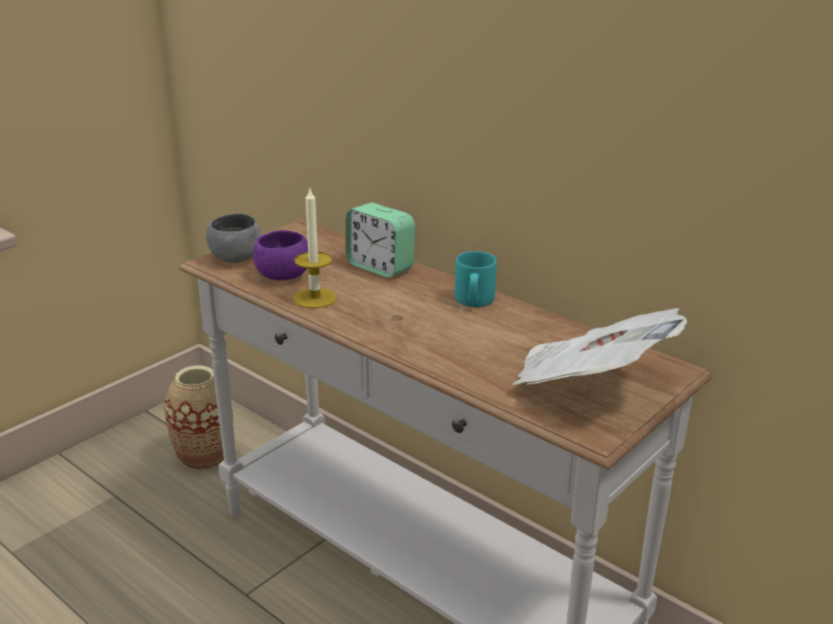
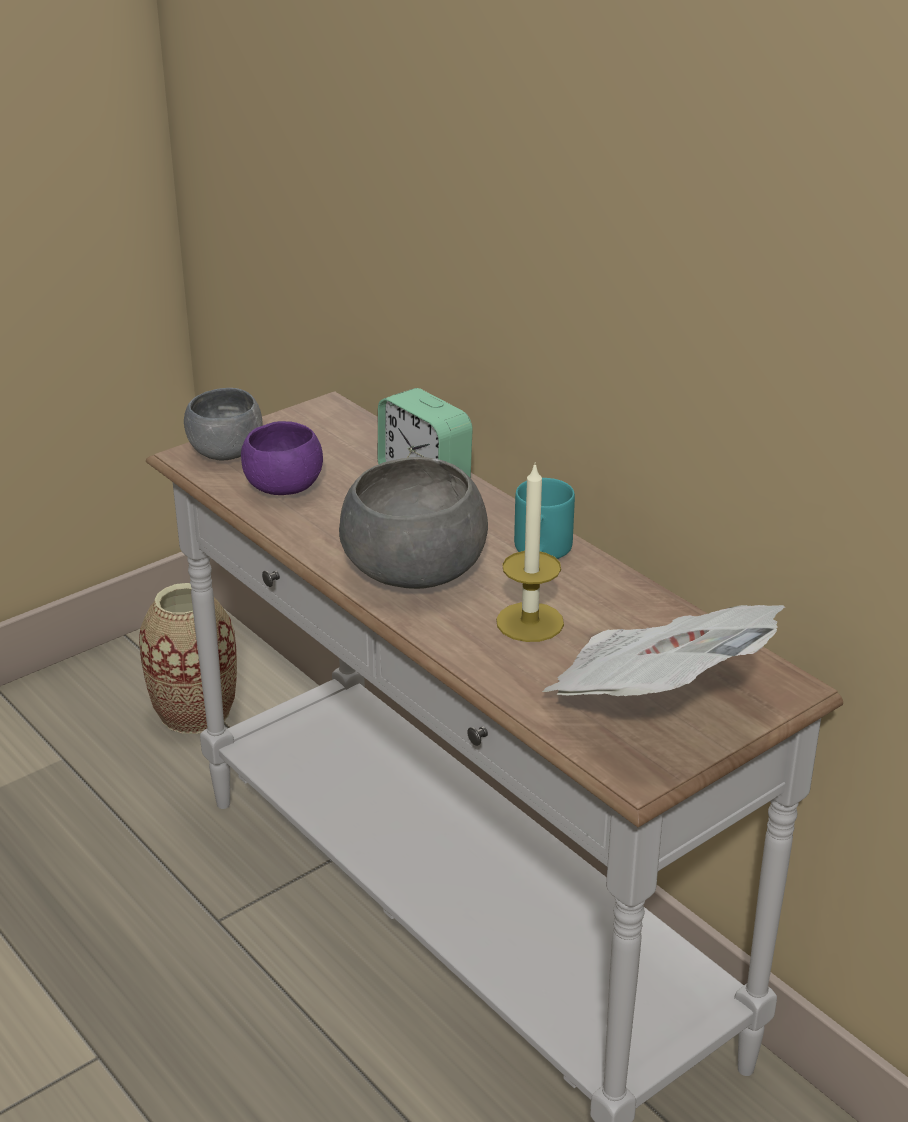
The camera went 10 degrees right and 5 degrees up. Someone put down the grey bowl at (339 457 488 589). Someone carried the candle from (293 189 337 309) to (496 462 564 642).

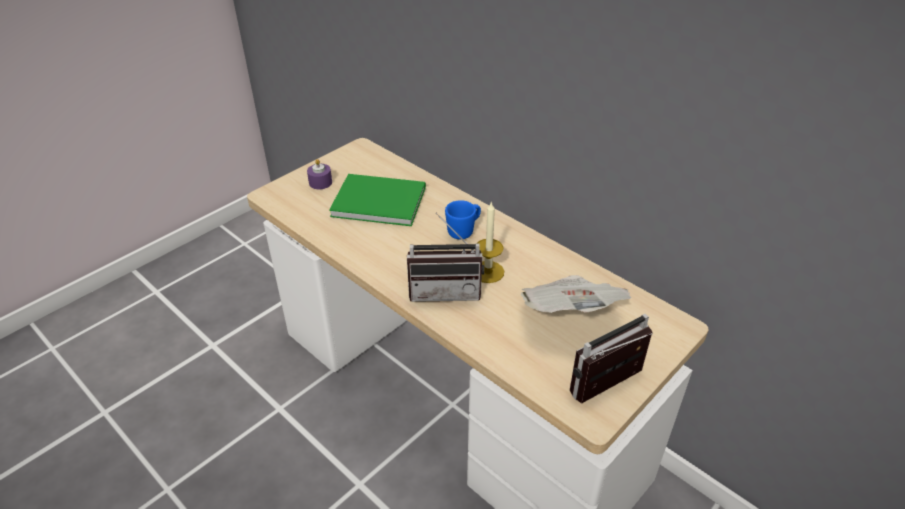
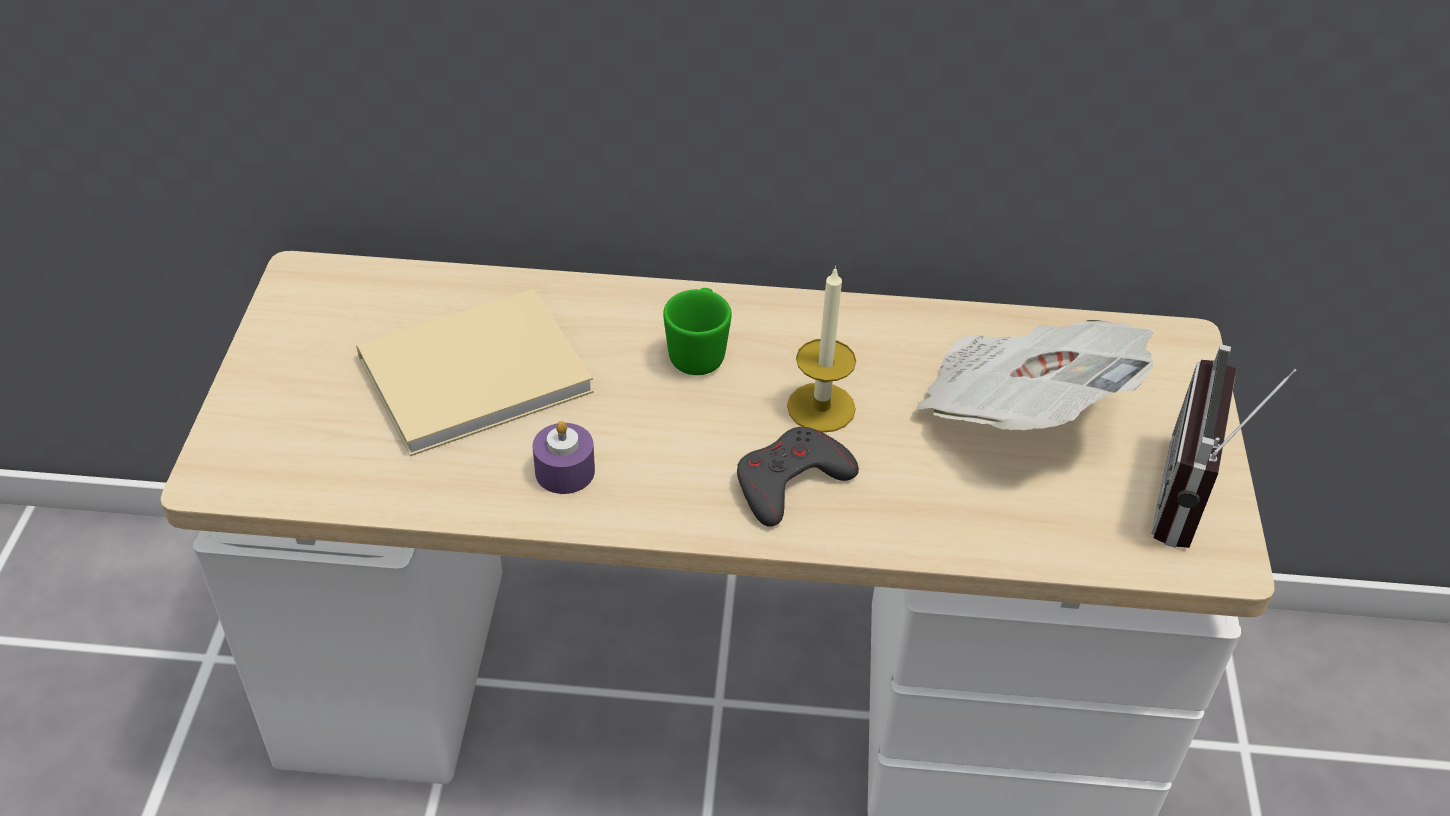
The camera went 40 degrees left and 5 degrees up. Someone carried the purple candle from (307 159 332 189) to (532 421 595 494). Someone swapped the radio at (407 213 484 302) for the grey game controller at (737 427 859 527). Someone repainted the green book at (329 174 426 226), which became the beige book at (356 289 594 456). Someone repainted the blue mug at (445 200 481 240), which became the green mug at (663 288 731 375).

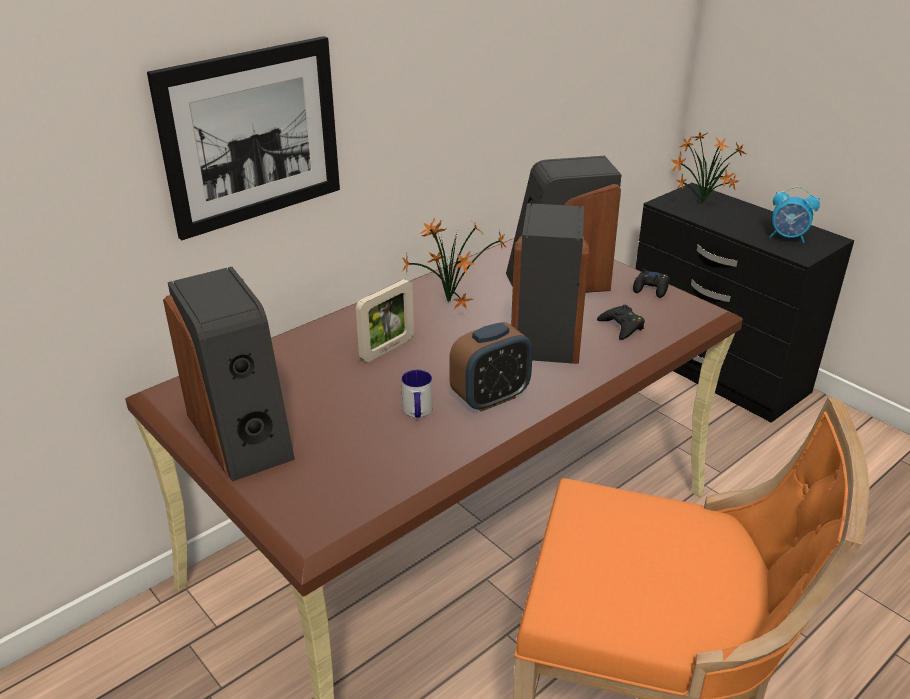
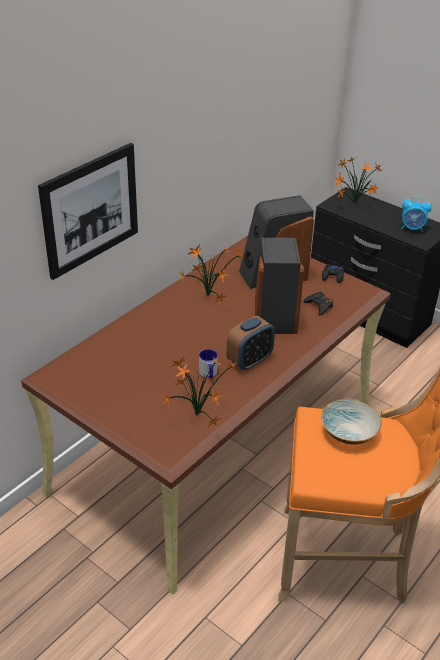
The camera went 10 degrees left and 5 degrees up. Someone took away the speaker at (163 267 295 482). Someone took away the picture frame at (356 279 414 362). Someone put down the potted plant at (162 356 238 428). Someone put down the bowl at (321 399 382 444).

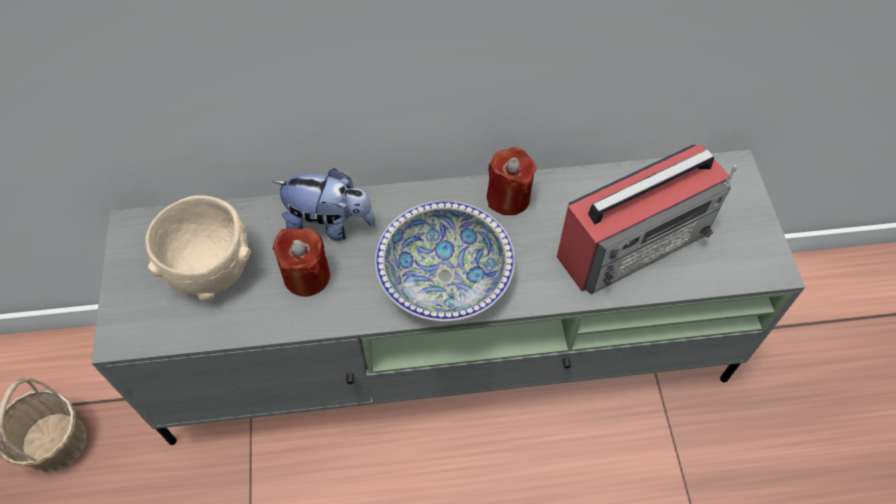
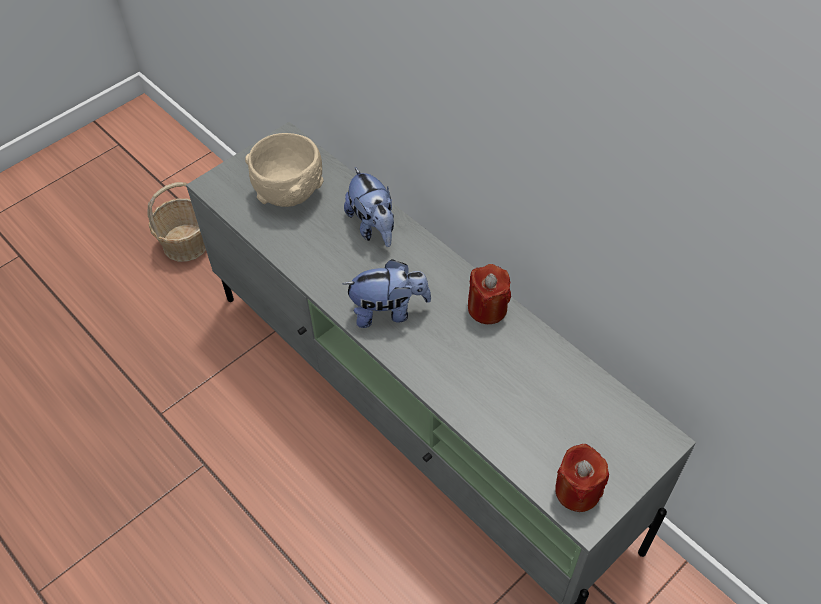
The camera went 55 degrees right and 5 degrees down. Someone took away the radio at (557 144 737 294). Someone carried the red candle from (273 228 330 297) to (555 443 609 512). Someone swapped the bowl at (375 201 515 321) for the plush toy at (343 259 431 328).

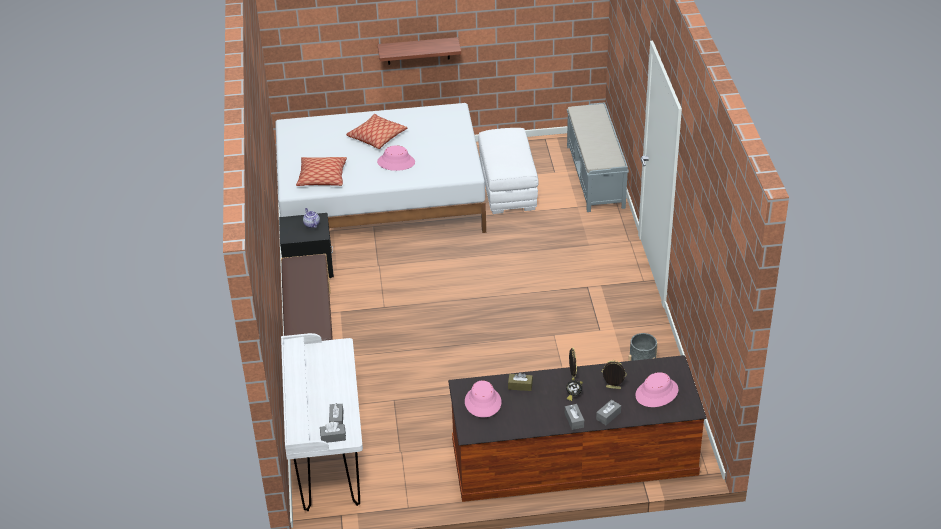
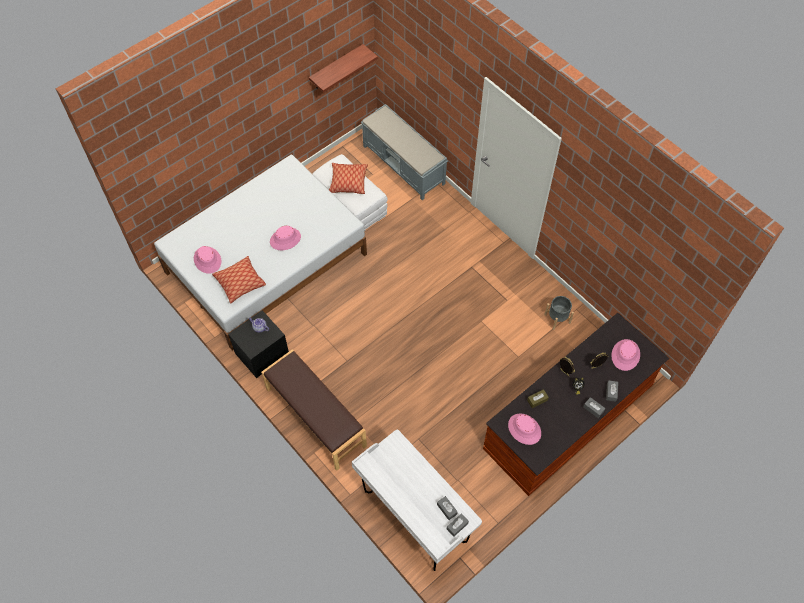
The camera went 35 degrees left and 20 degrees up. Someone put down the pink hat at (194 246 221 274). Someone carried the pillow from (346 114 408 149) to (329 163 368 194). Someone carried the shelf from (378 37 461 65) to (309 44 378 93).

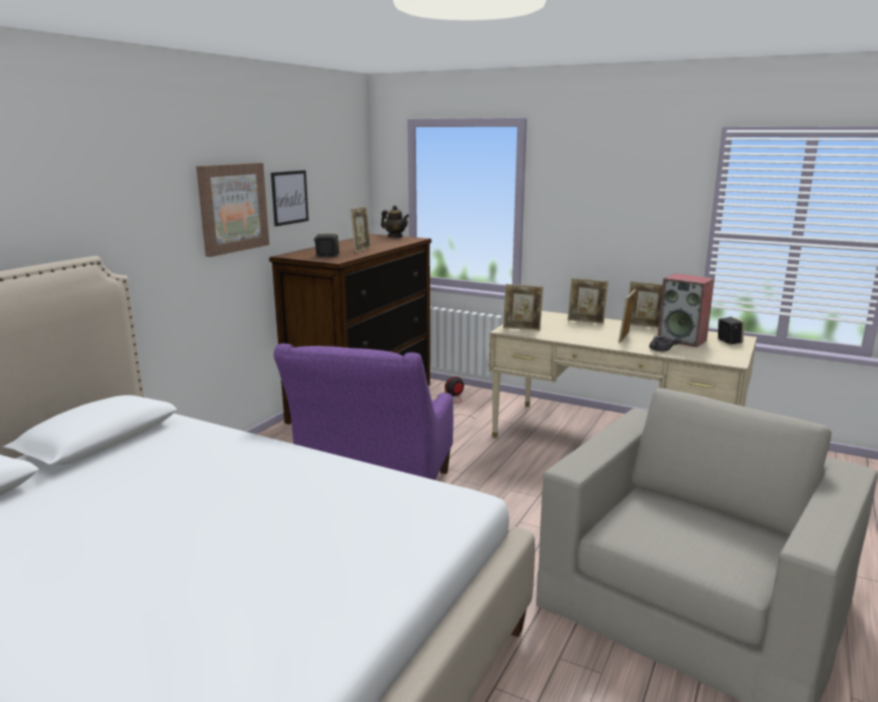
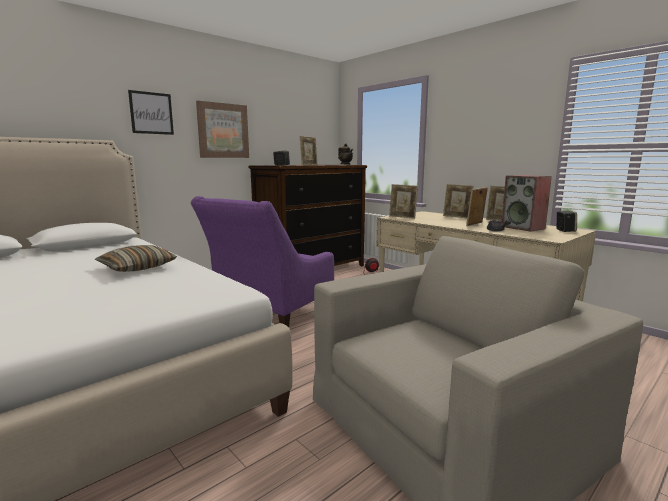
The camera went 20 degrees right and 5 degrees down. Someone put down the pillow at (95 245 177 272). Someone carried the picture from (271 170 309 226) to (128 90 174 135).

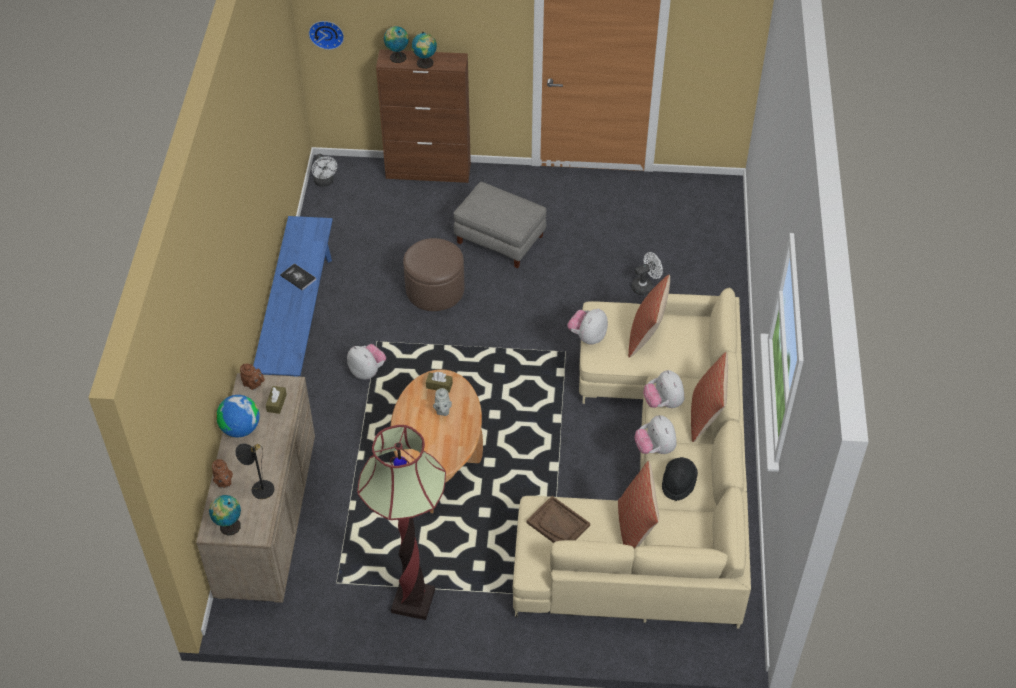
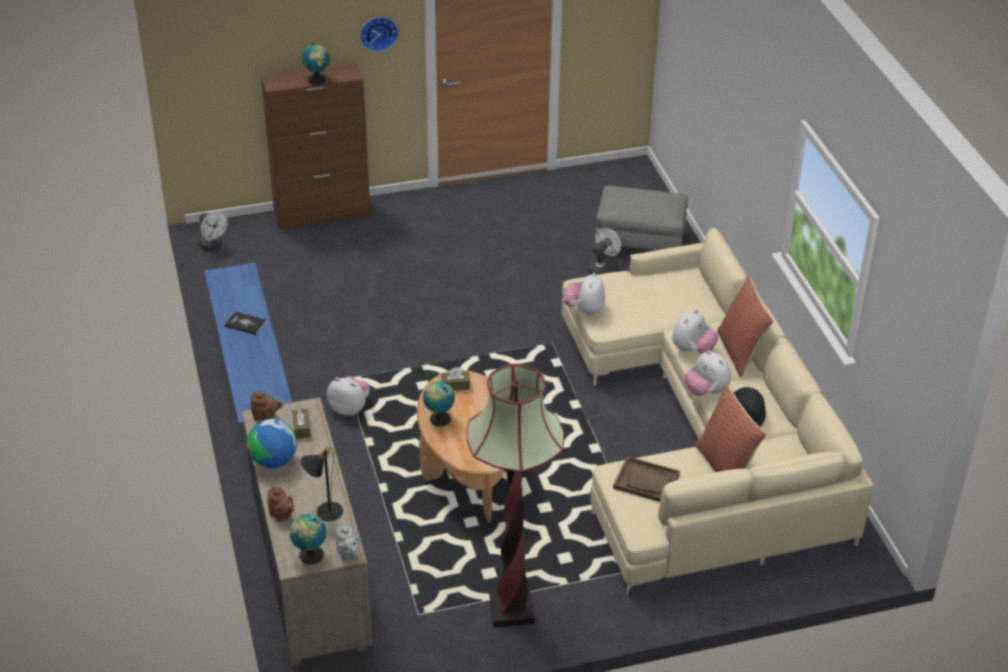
The camera went 20 degrees left and 10 degrees down. Someone took away the brown ottoman at (403 238 464 311). Someone took away the pillow at (628 275 670 358). Someone carried the wall clock from (309 21 344 50) to (360 17 398 52). Someone carried the globe from (384 26 409 63) to (423 381 455 427). Someone carried the grey teapot from (433 388 452 416) to (335 523 360 560). Someone carried the grey ottoman from (454 182 547 268) to (595 185 688 250). Someone rotated the plush toy at (643 370 684 408) by 105 degrees counterclockwise.

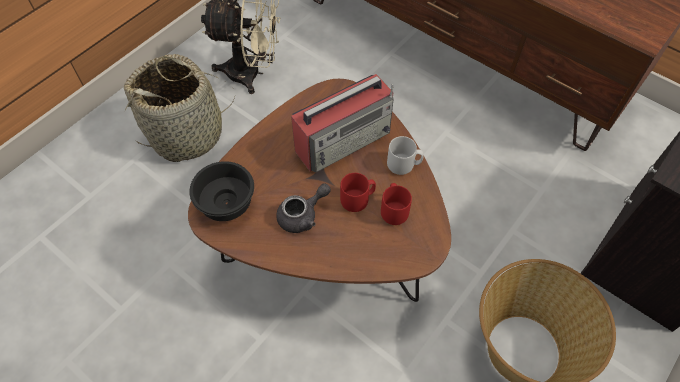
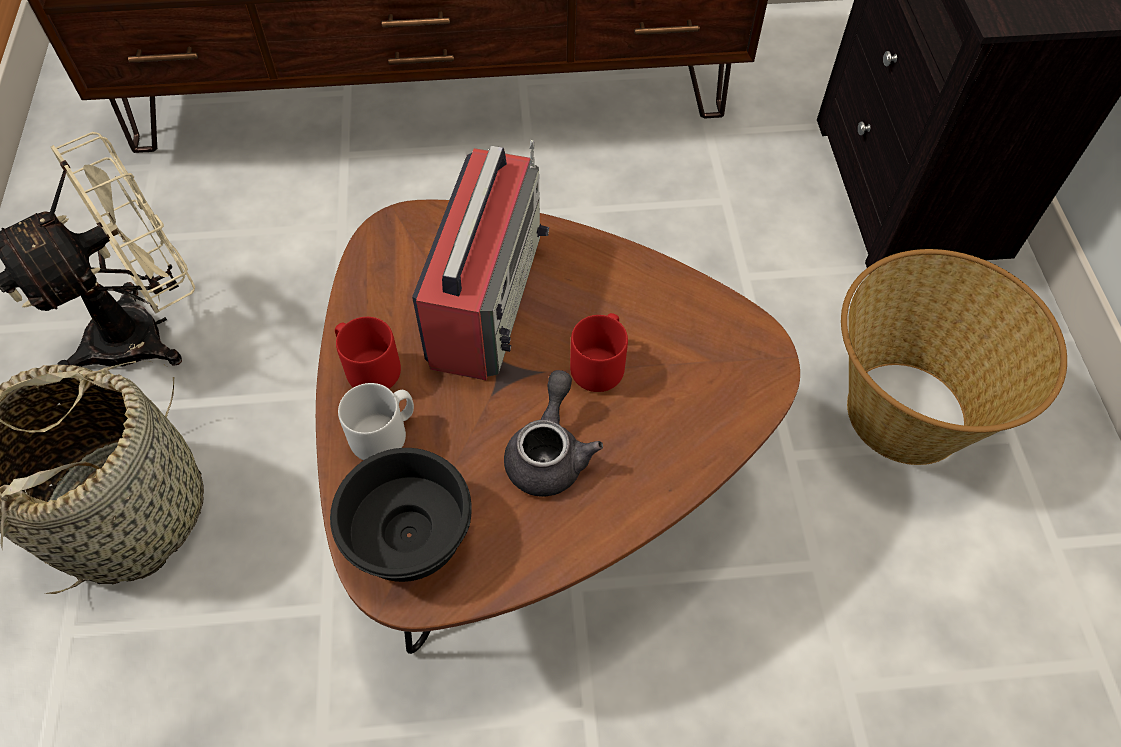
The camera went 45 degrees left and 0 degrees up. Someone carried the red mug from (381 183 412 225) to (335 317 401 389). Someone carried the grey mug from (387 136 424 175) to (338 383 414 460).

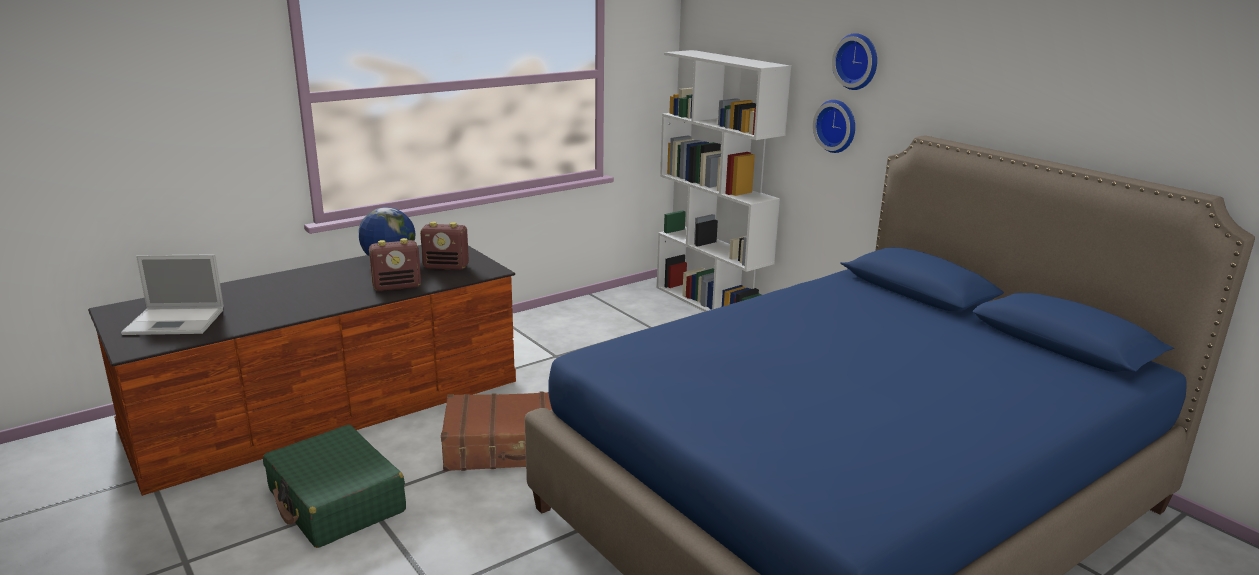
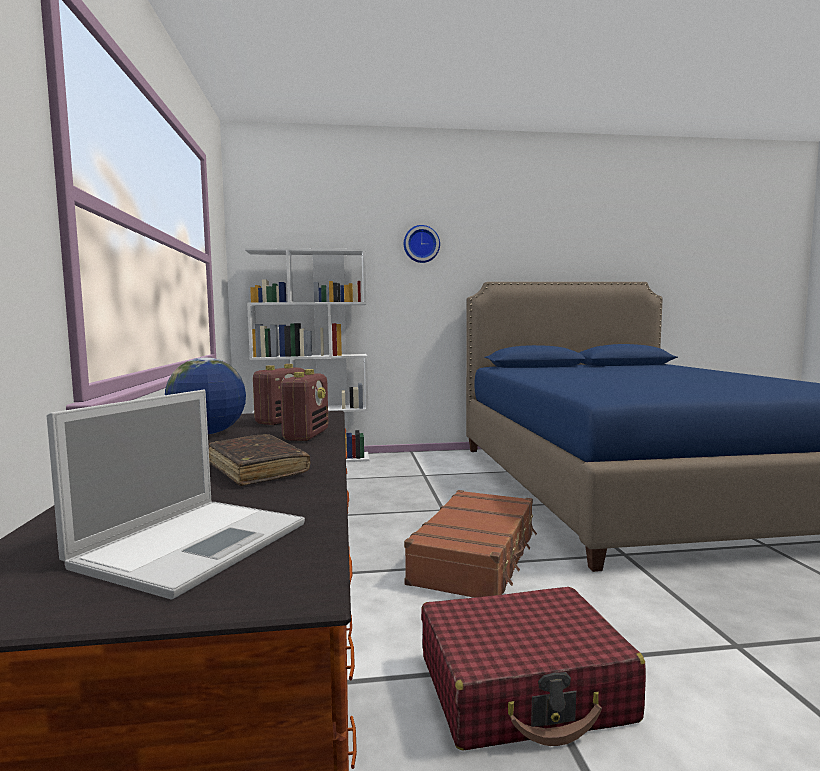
The camera went 60 degrees left and 15 degrees down. Someone took away the wall clock at (813 100 855 153). Someone put down the brown book at (209 434 310 486). Someone repainted the green suitcase at (263 425 406 548), which became the red suitcase at (421 587 646 751).

